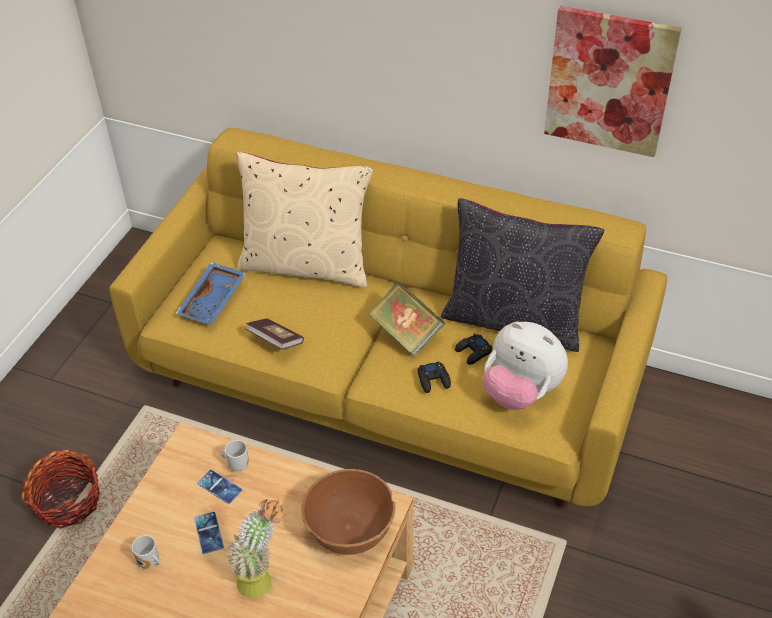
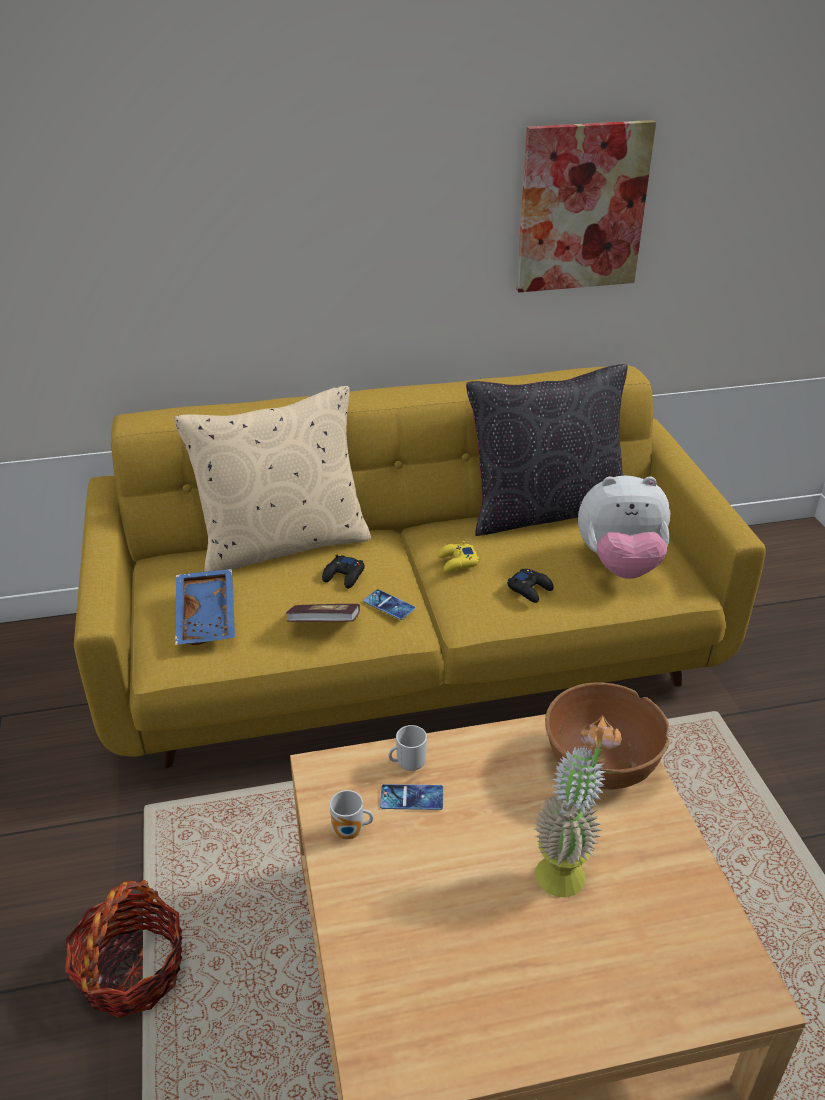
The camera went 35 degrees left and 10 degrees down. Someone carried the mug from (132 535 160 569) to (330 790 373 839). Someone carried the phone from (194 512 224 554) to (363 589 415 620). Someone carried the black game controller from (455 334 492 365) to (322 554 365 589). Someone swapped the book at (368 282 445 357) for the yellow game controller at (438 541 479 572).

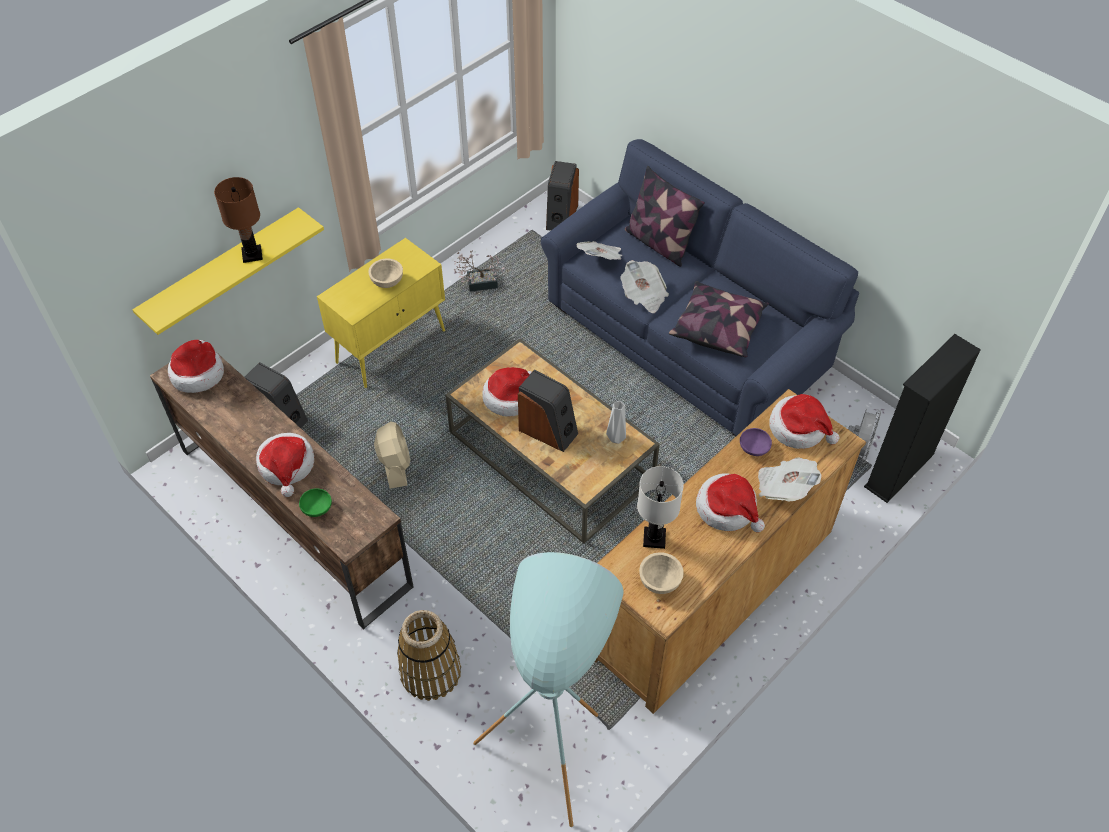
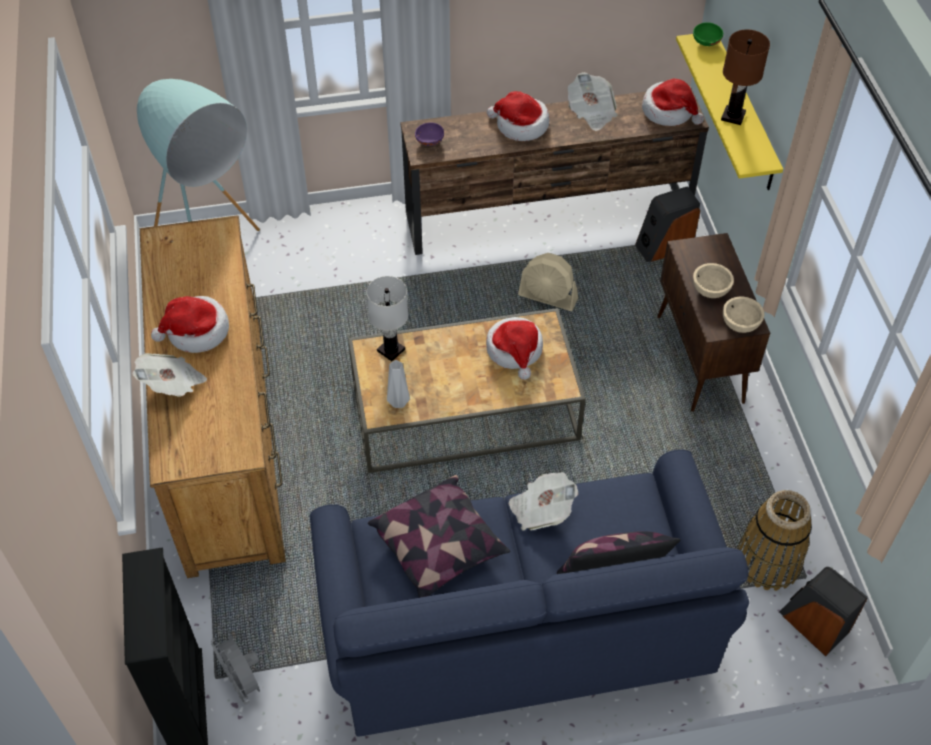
The camera went 125 degrees right and 0 degrees up. Someone took away the potted plant at (454 250 505 292). Someone took away the speaker at (518 370 578 452). Someone took away the hat at (769 394 839 449). Someone carried the green bowl from (299 488 332 517) to (693 22 723 46). Someone carried the basket from (397 610 461 701) to (737 490 812 591). Someone carried the newspaper from (577 241 622 260) to (567 72 618 131). Someone carried the white table lamp from (637 466 684 549) to (367 276 408 361). Someone carried the beige bowl from (639 552 684 594) to (723 297 765 333). Someone carried the purple bowl from (740 428 772 456) to (415 123 444 146). Someone repainted the yellow cabinet at (317 238 445 388), which became the brown cabinet at (657 233 770 412).

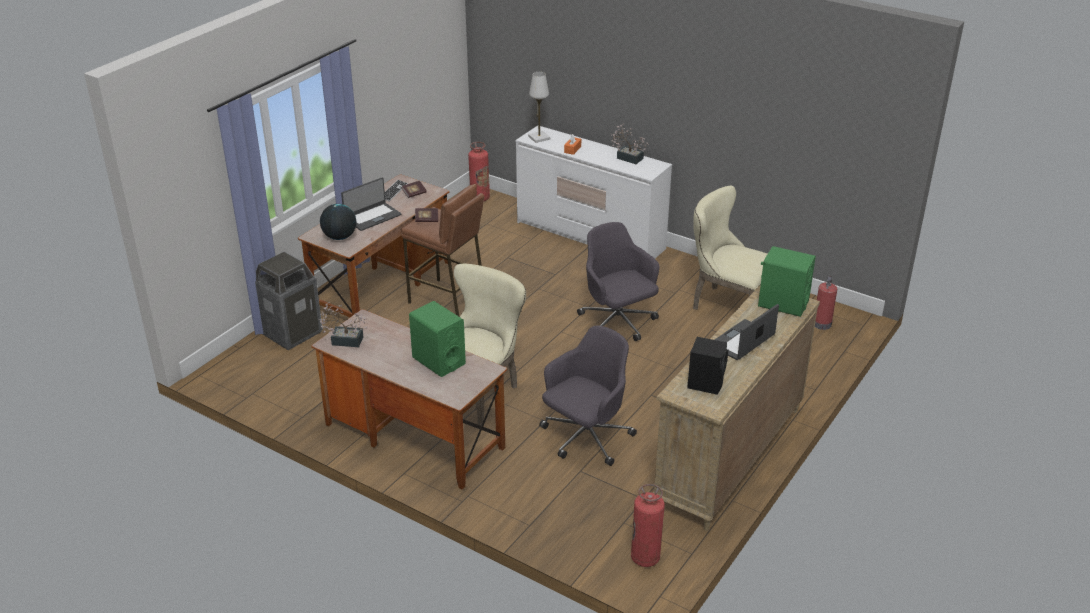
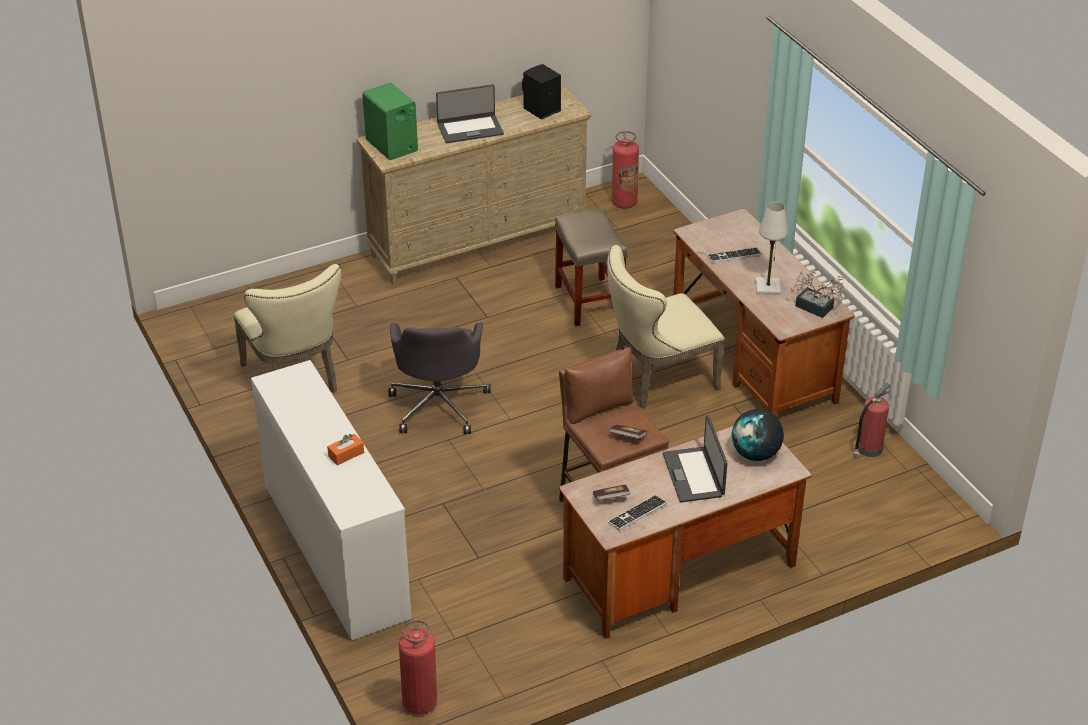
The camera went 150 degrees left and 5 degrees up. Someone took away the trash can at (255 251 323 350). Someone took away the potted plant at (610 124 649 164). Someone carried the white table lamp from (528 72 550 143) to (755 201 788 295). Someone carried the fire extinguisher from (815 276 837 330) to (853 383 891 457). Someone swapped the green speaker at (409 301 466 377) for the keyboard at (707 247 762 263). Someone swapped the grey office chair at (539 325 637 466) for the beige stool at (555 209 627 327). Someone rotated the laptop at (341 177 402 231) by 90 degrees counterclockwise.

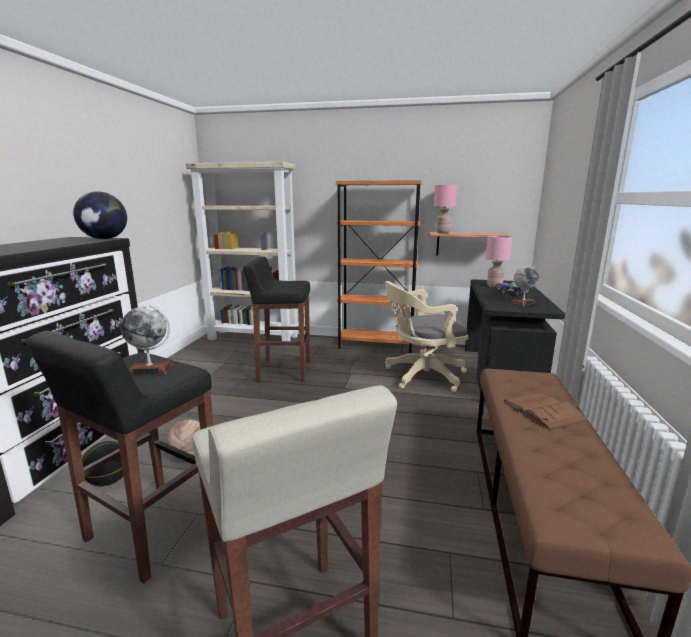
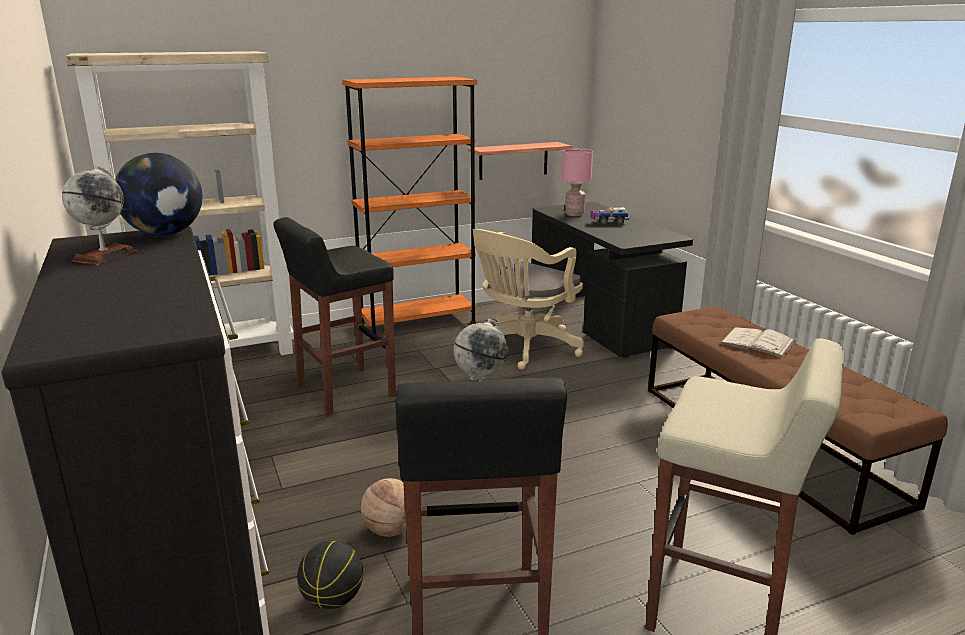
The camera went 35 degrees left and 5 degrees up. Someone took away the pink table lamp at (434 185 457 233). Someone carried the globe from (511 264 539 306) to (62 166 136 265). Someone repainted the brown book at (503 393 588 431), which became the white book at (719 327 795 358).

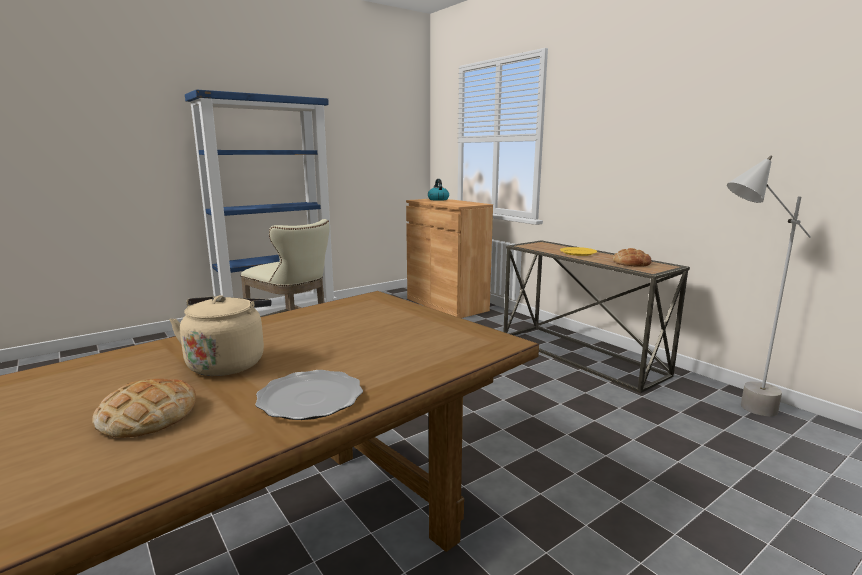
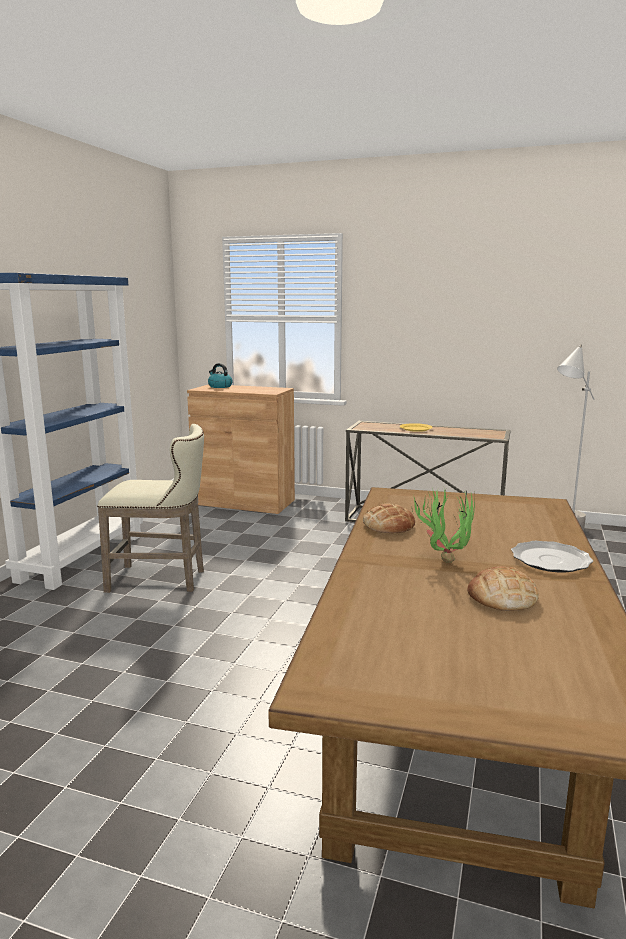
The camera went 35 degrees left and 0 degrees up. Someone carried the bread from (613 248 652 267) to (363 503 415 533). Someone swapped the beige kettle at (170 295 272 376) for the potted plant at (412 487 475 563).

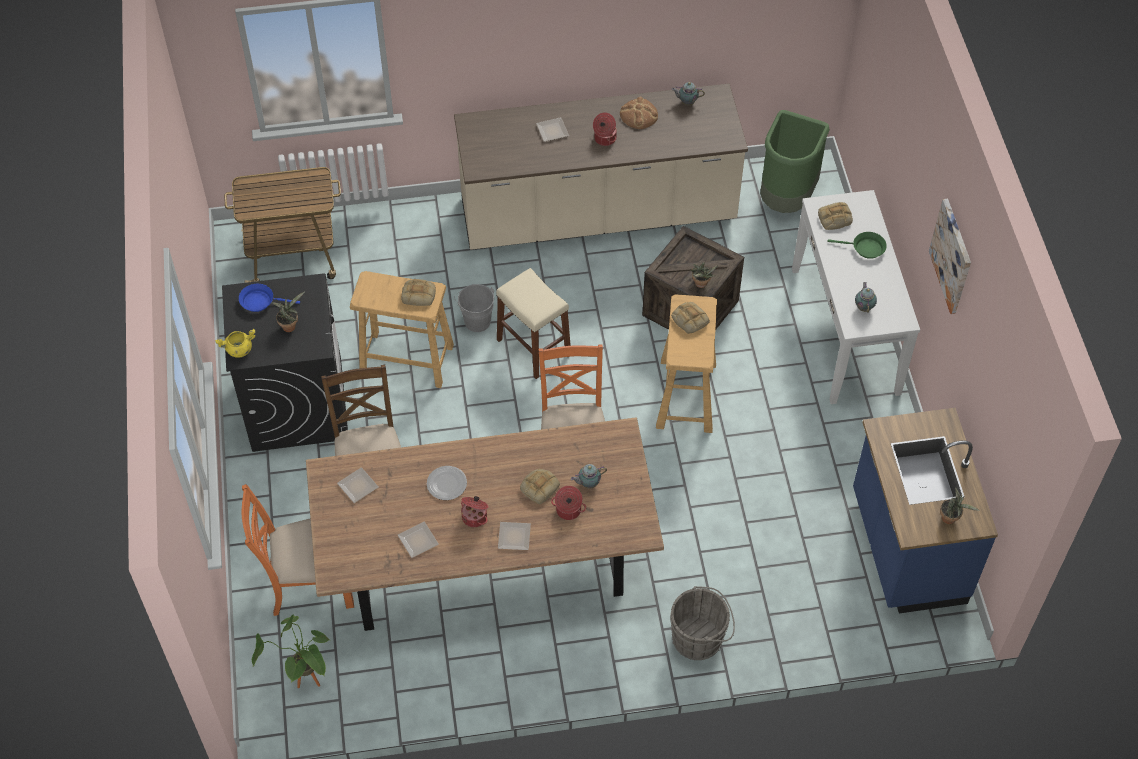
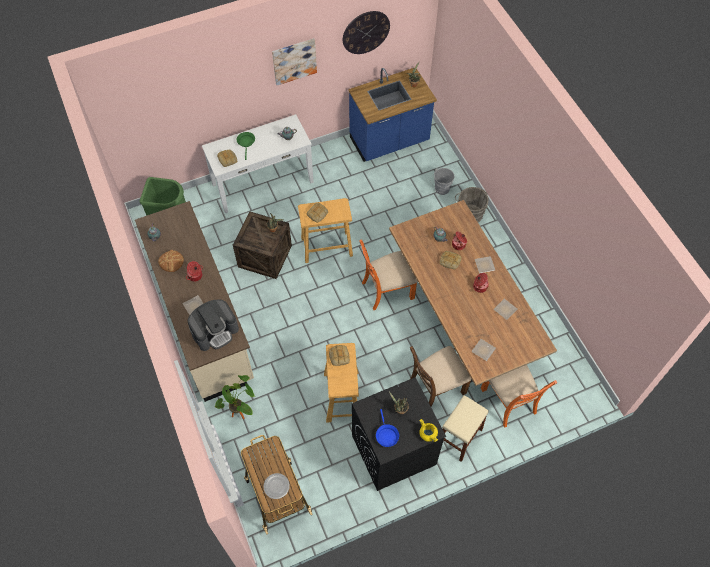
The camera went 105 degrees left and 5 degrees up. Someone put down the coffee machine at (188 299 239 351). Someone put up the wall clock at (343 11 390 54). Someone carried the potted plant from (252 615 330 688) to (215 375 254 419). Someone carried the plate from (427 466 467 500) to (263 473 290 499). Someone carried the grey bucket from (454 284 494 332) to (430 168 454 195). Someone carried the beige stool from (496 268 571 379) to (442 395 489 462).

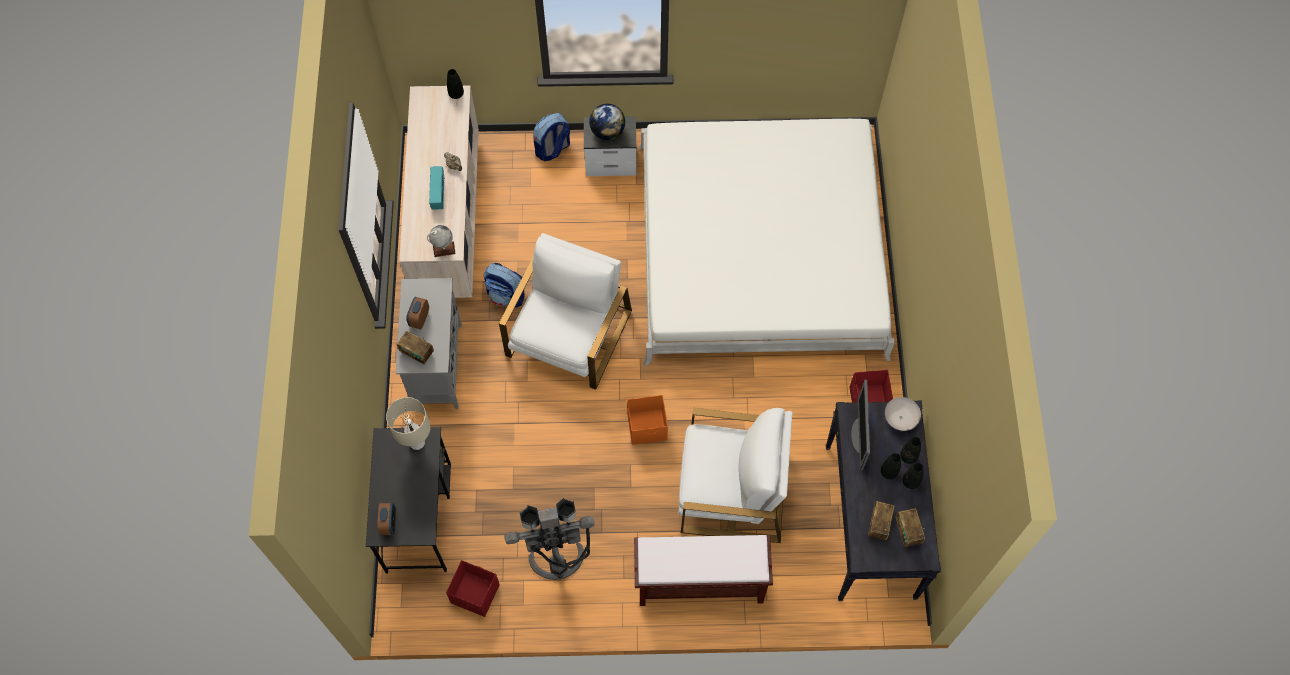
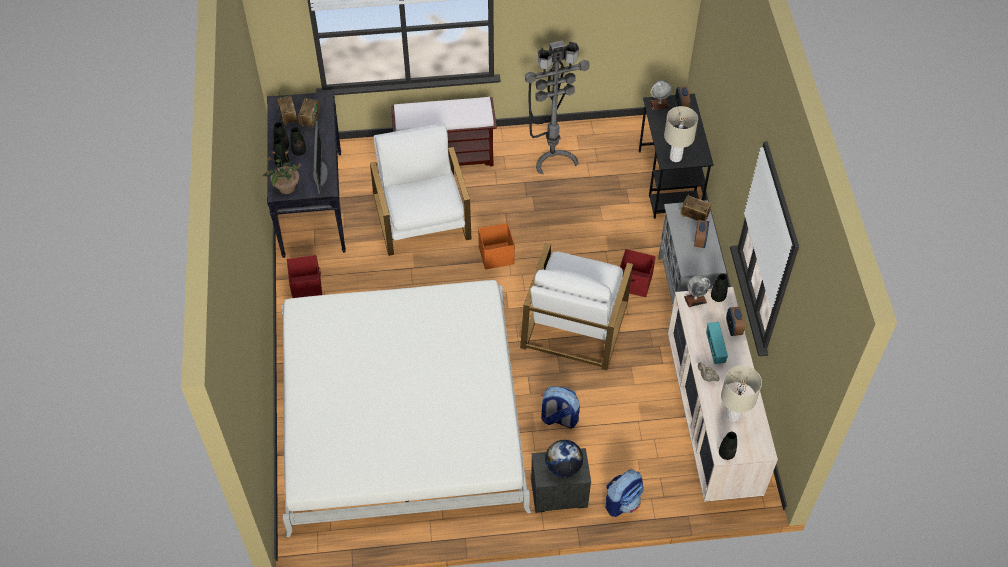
The camera went 175 degrees right and 10 degrees down. Someone put down the globe at (650 80 672 110). Someone put down the black vase at (711 273 728 302). Someone put down the beige table lamp at (721 365 762 422). Someone put down the alarm clock at (726 307 745 336). Someone carried the red storage box from (446 560 500 617) to (620 249 656 297). Someone carried the backpack from (484 263 524 308) to (541 386 580 429). Someone swapped the white bowl at (885 397 921 431) for the potted plant at (262 150 303 194). Someone rotated the white armchair at (678 408 793 543) by 75 degrees clockwise.

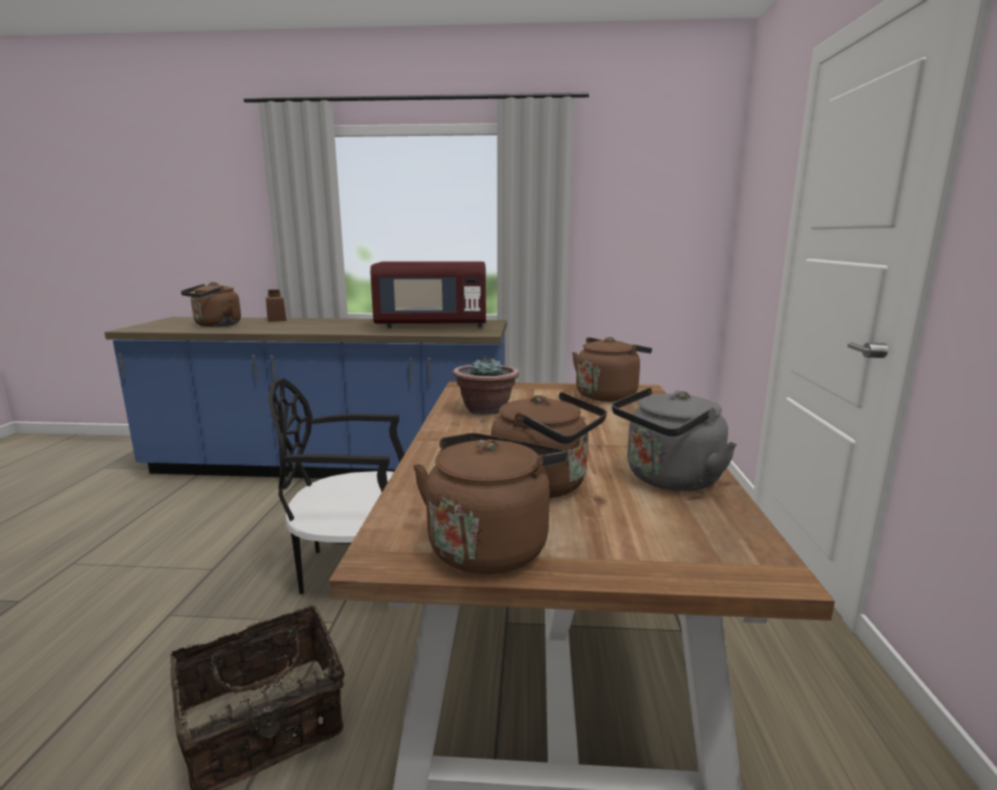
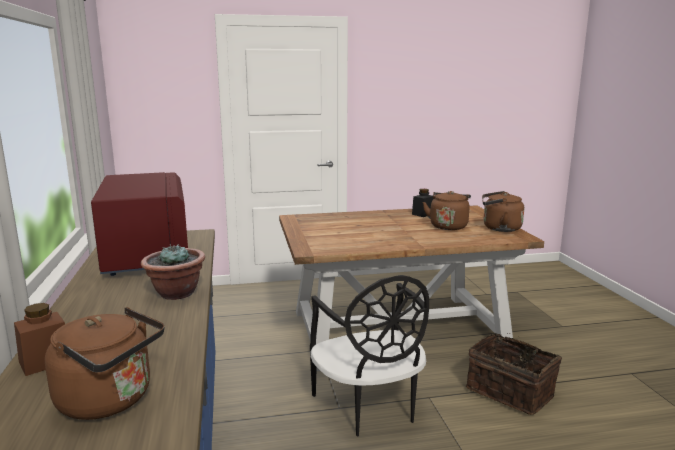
The camera went 105 degrees left and 0 degrees up. Someone took away the brown kettle at (572 337 652 402). Someone carried the potted plant from (453 356 519 415) to (141 244 205 300). Someone swapped the grey kettle at (612 387 737 491) for the black jar at (412 189 434 217).

